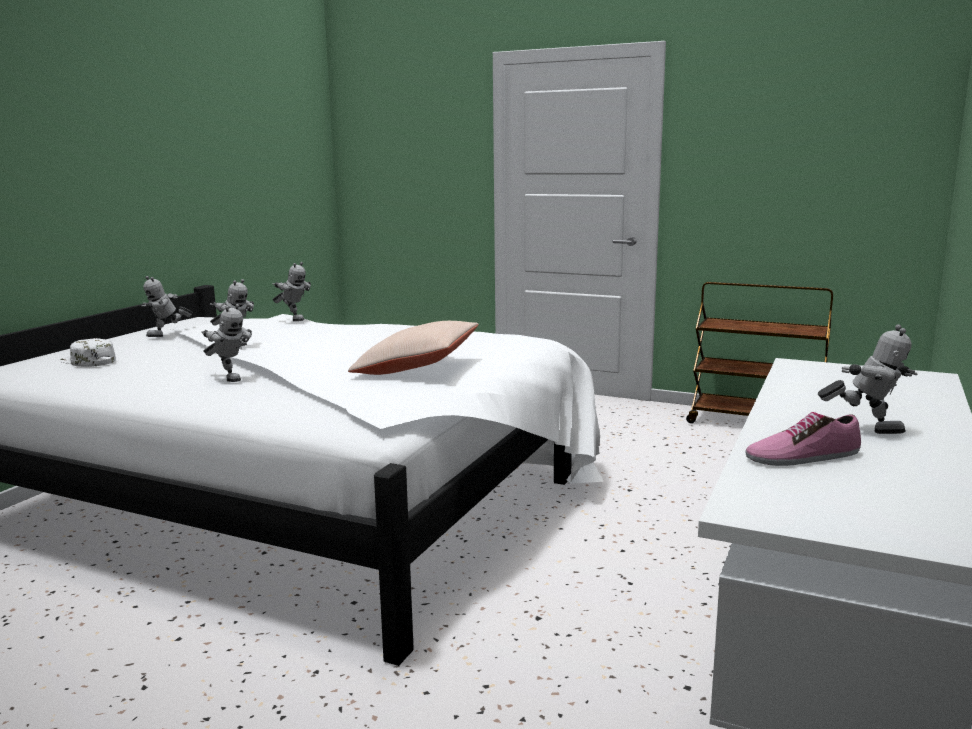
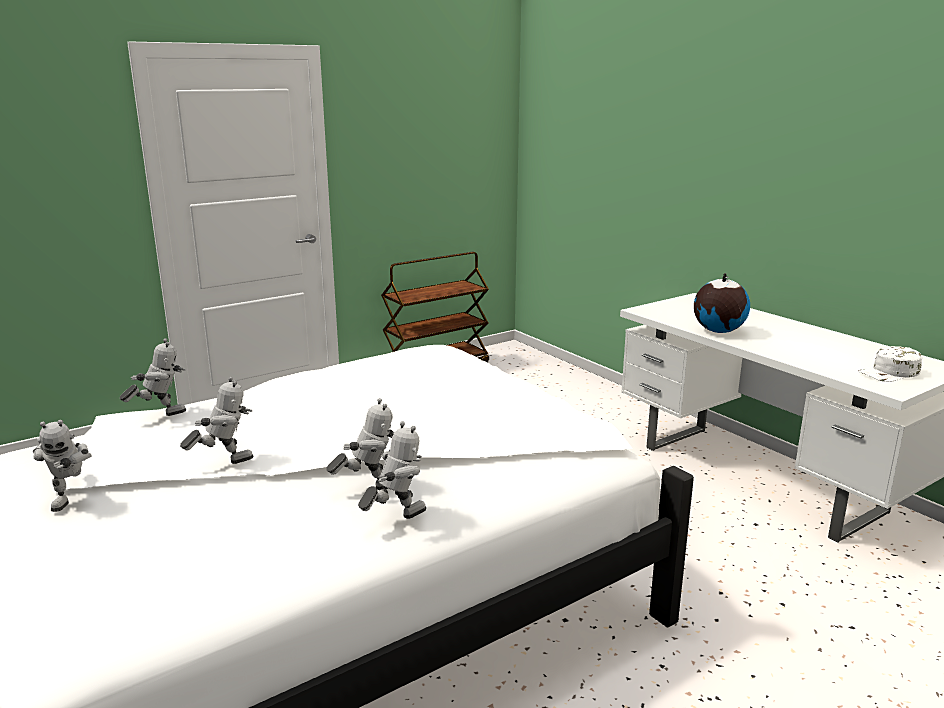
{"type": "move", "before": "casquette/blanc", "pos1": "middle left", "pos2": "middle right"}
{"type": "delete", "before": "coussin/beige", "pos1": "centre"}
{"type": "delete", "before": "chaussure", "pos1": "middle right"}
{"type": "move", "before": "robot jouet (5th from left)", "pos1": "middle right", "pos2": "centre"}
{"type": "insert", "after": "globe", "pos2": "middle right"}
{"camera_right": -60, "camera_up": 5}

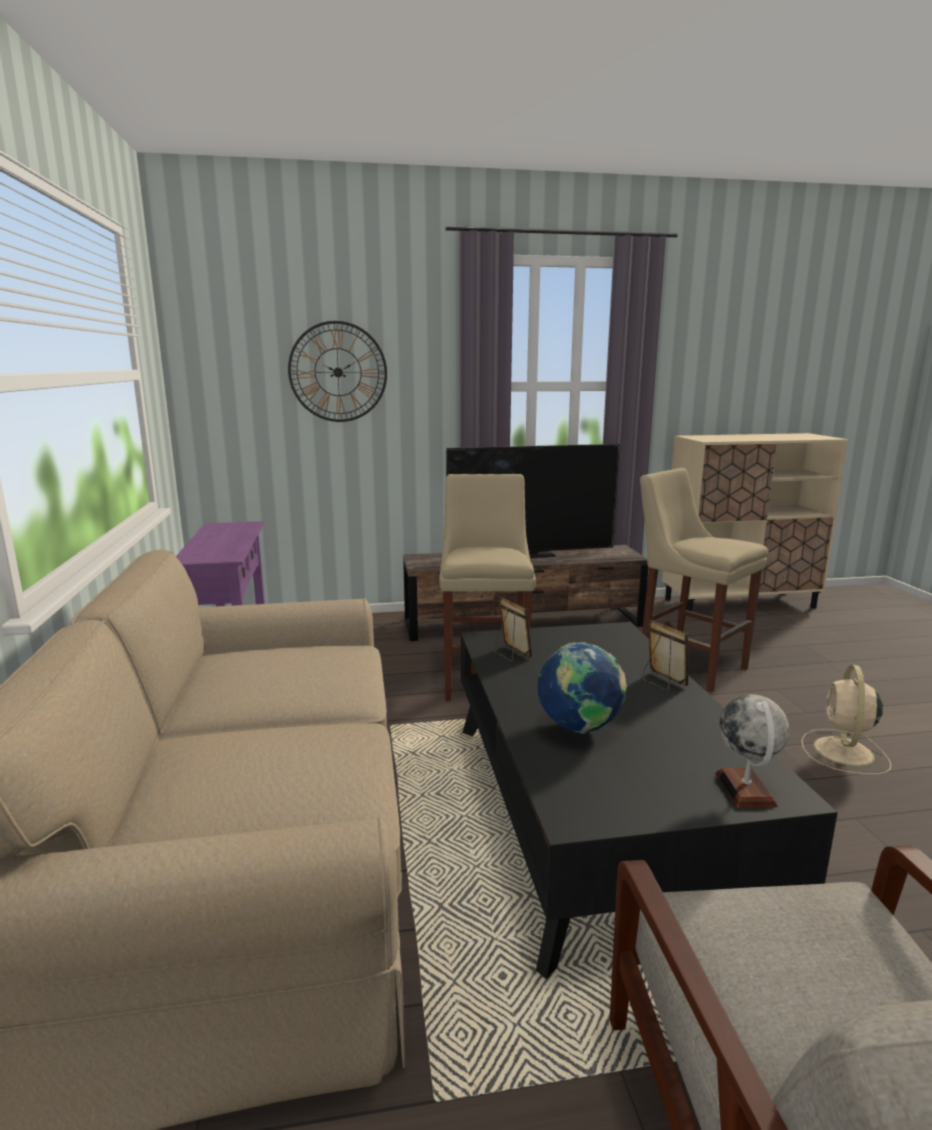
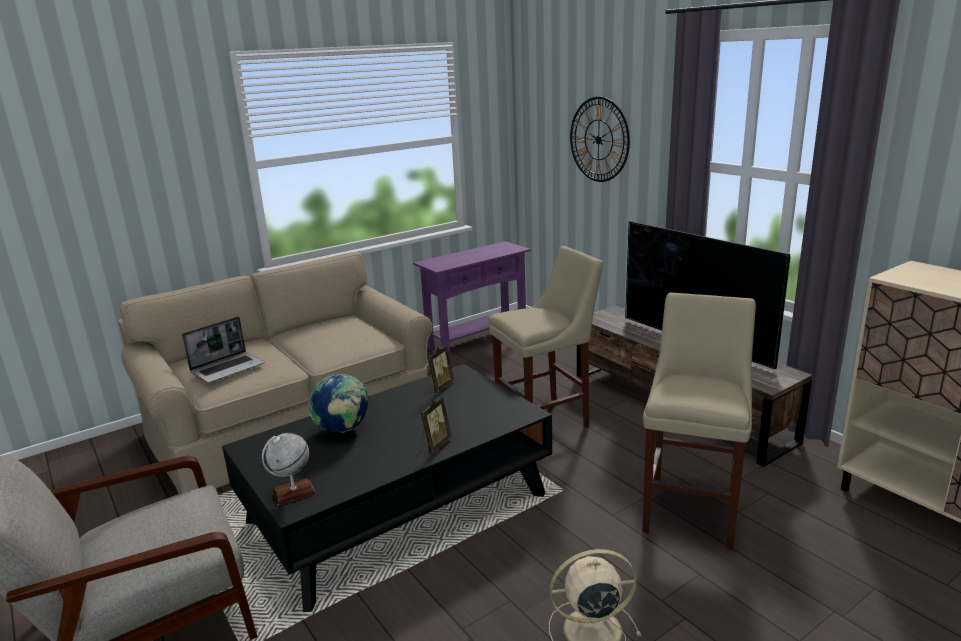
{"type": "insert", "after": "ordinateur portable", "pos2": "middle left"}
{"camera_right": 65, "camera_up": 5}

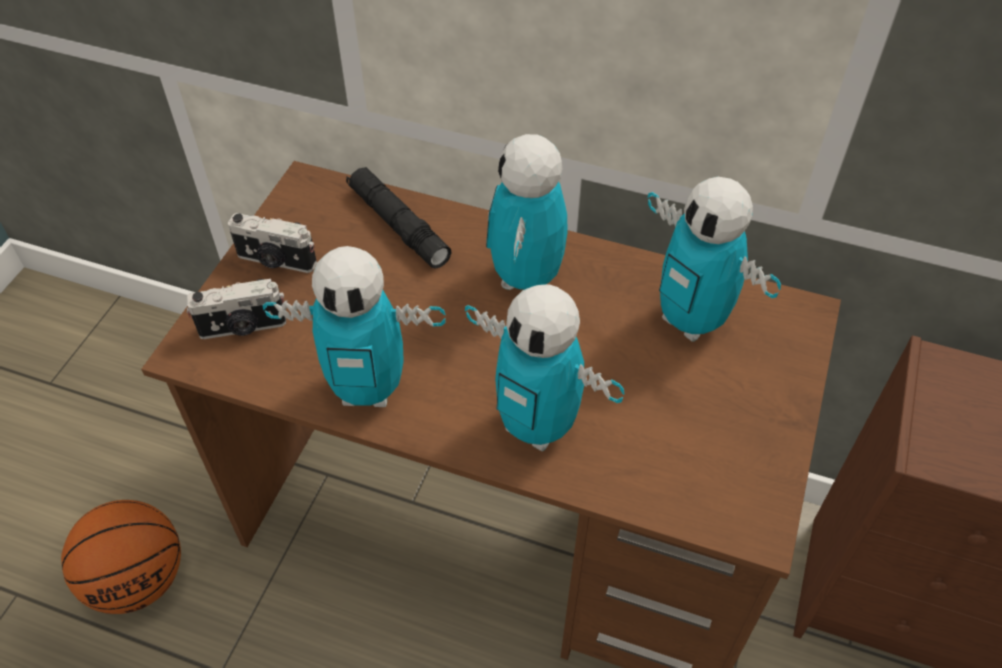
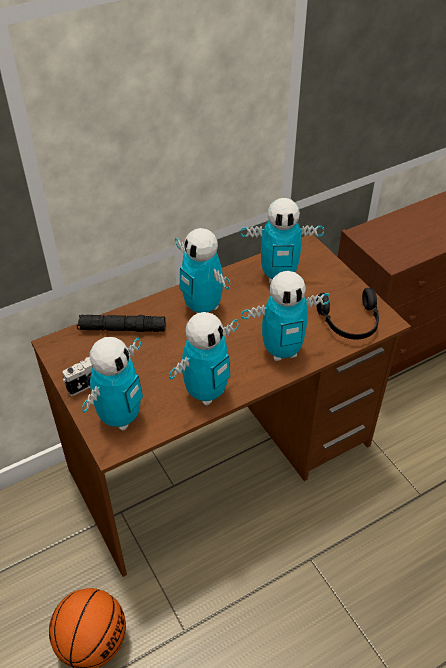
{"type": "replace", "before": "appareil photo (1st from left)", "after": "robot jouet (1st from left)", "pos1": "middle left", "pos2": "middle left"}
{"type": "insert", "after": "casque audio/noir", "pos2": "middle right"}
{"camera_right": -50, "camera_up": -5}

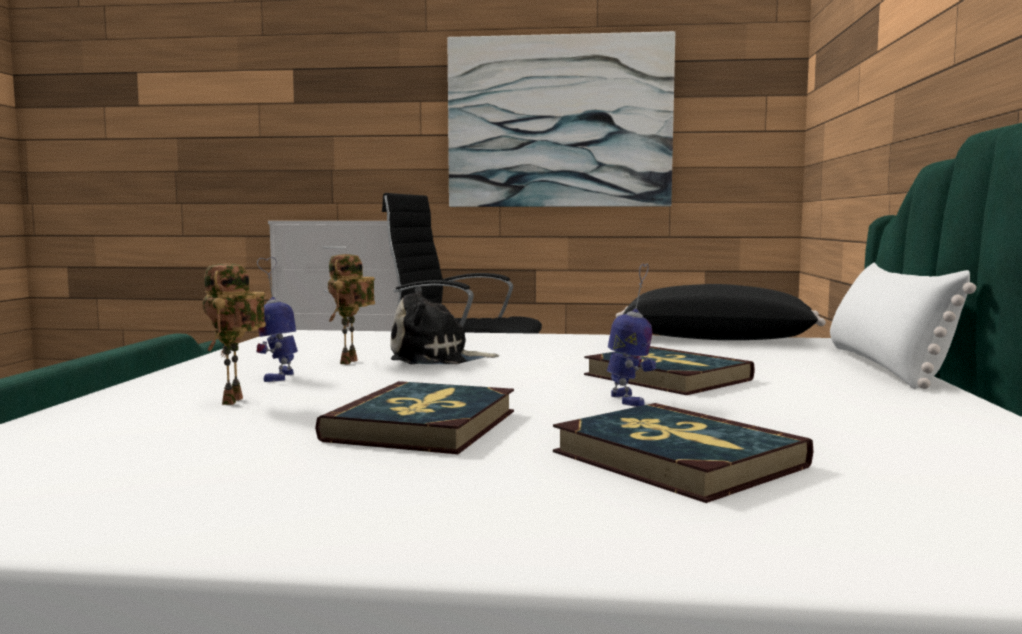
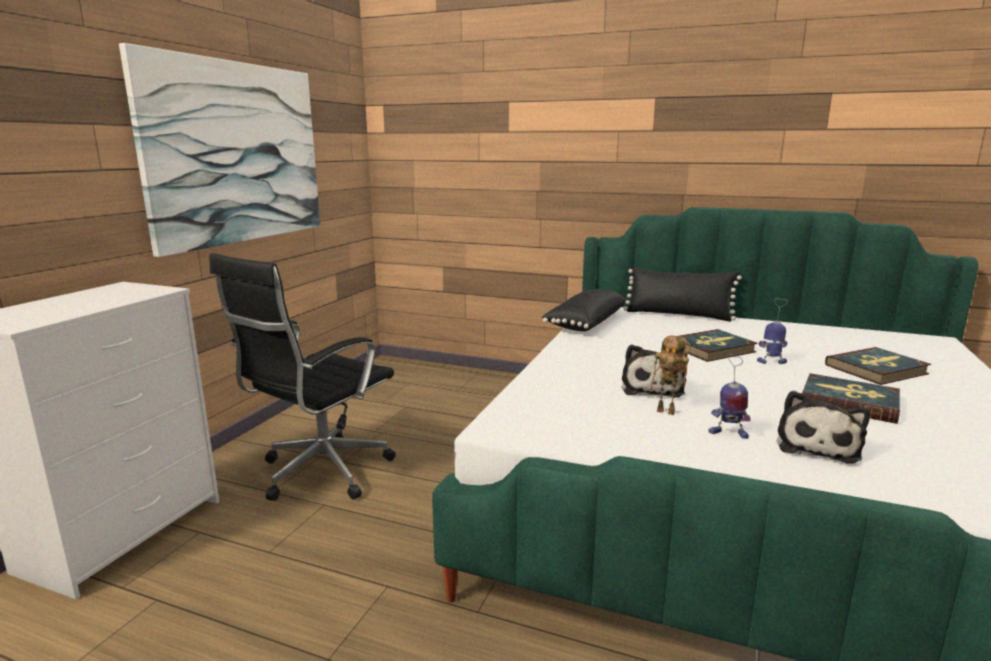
{"type": "replace", "before": "robot jouet (1st from left)", "after": "peluche (2nd from left)", "pos1": "middle left", "pos2": "middle right"}
{"type": "recolor", "before": "coussin/blanc", "after": "coussin/noir (2nd from left)", "pos1": "middle right", "pos2": "middle right"}
{"camera_right": -75, "camera_up": 10}

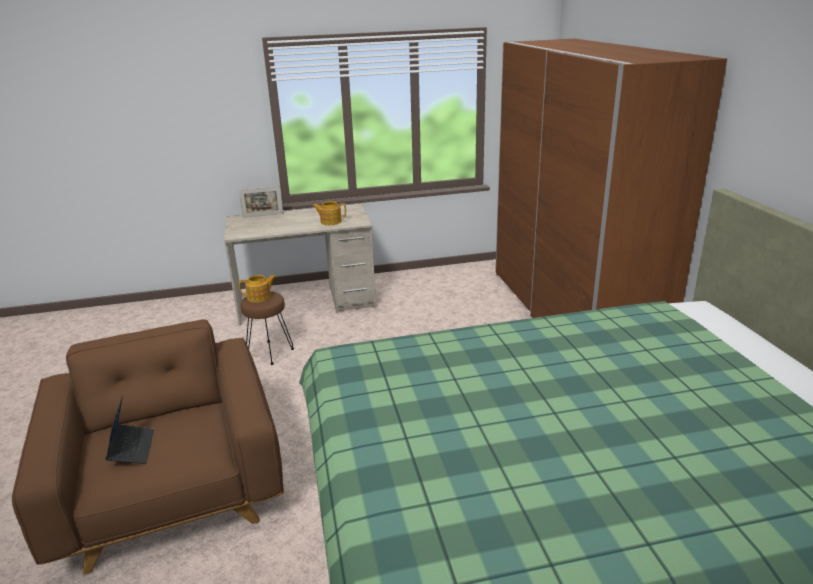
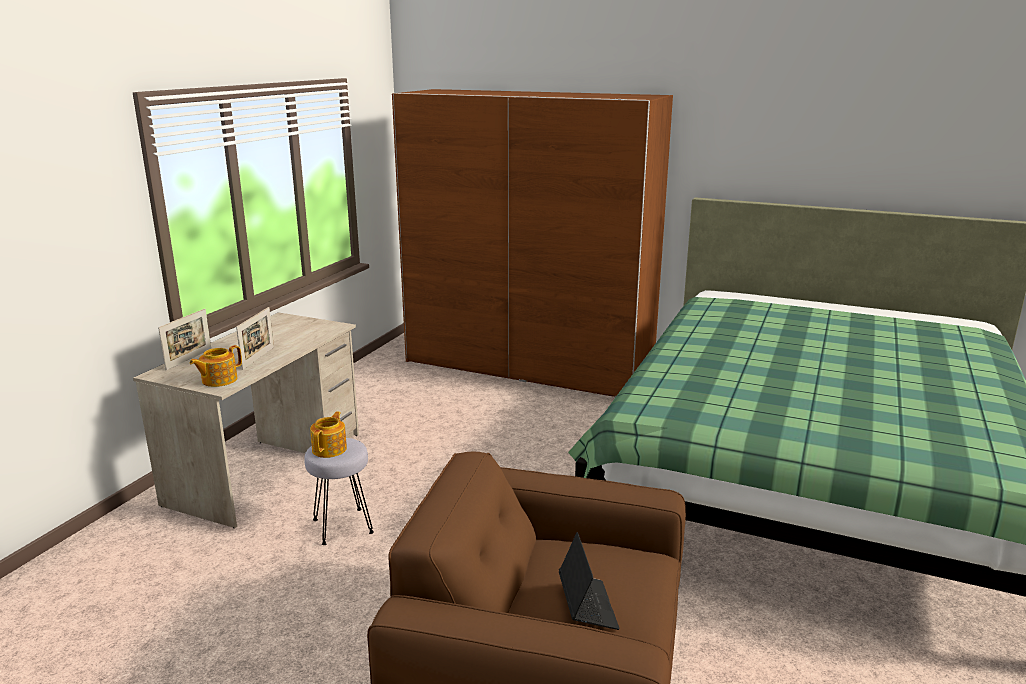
{"type": "rotate", "before": "ordinateur portable", "pos1": "bottom left", "pos2": "bottom centre", "turn": 60}
{"type": "recolor", "before": "tabouret/marron", "after": "tabouret/gris", "pos1": "middle left", "pos2": "bottom left"}
{"type": "move", "before": "théière (2nd from left in the first image)", "after": "théière (1st from left)", "pos1": "centre", "pos2": "middle left"}
{"type": "insert", "after": "cadre photo (2nd from left)", "pos2": "middle left"}
{"camera_right": -55, "camera_up": -5}

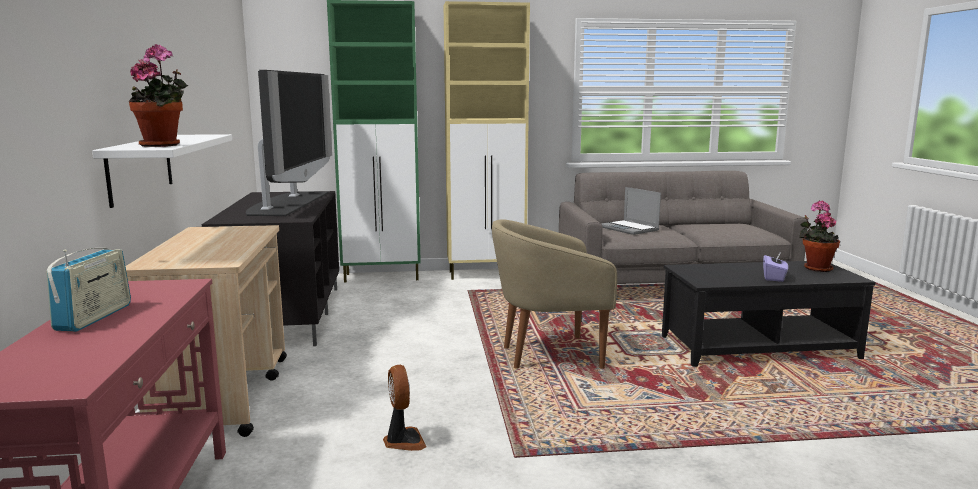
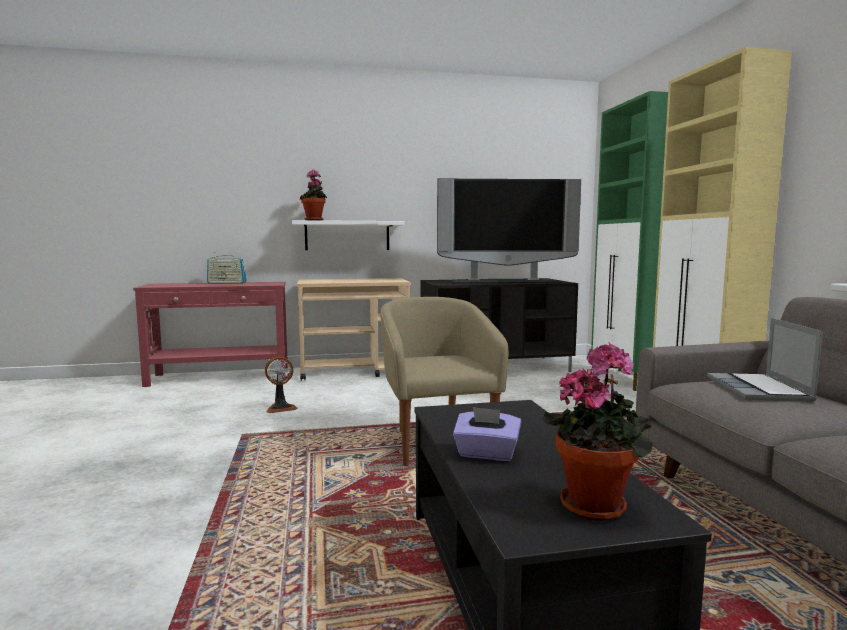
{"type": "rotate", "before": "ordinateur portable", "pos1": "centre", "pos2": "middle right", "turn": -45}
{"camera_right": 85, "camera_up": -5}

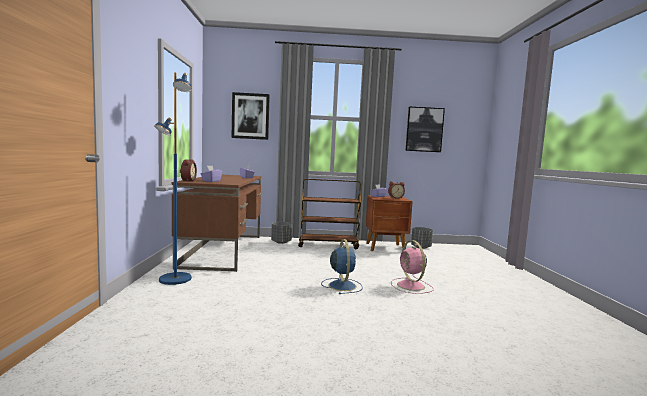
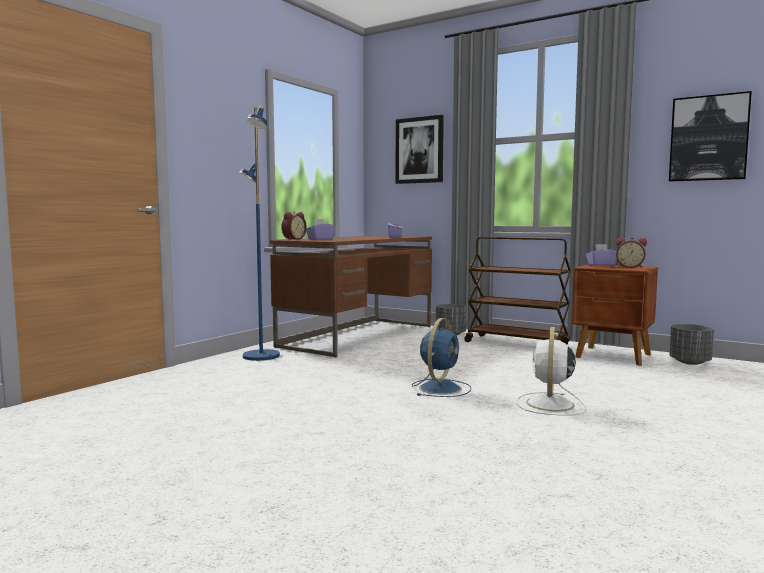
{"type": "recolor", "before": "ventilateur/rose", "after": "ventilateur/blanc", "pos1": "bottom centre", "pos2": "middle right"}
{"camera_right": 35, "camera_up": 0}

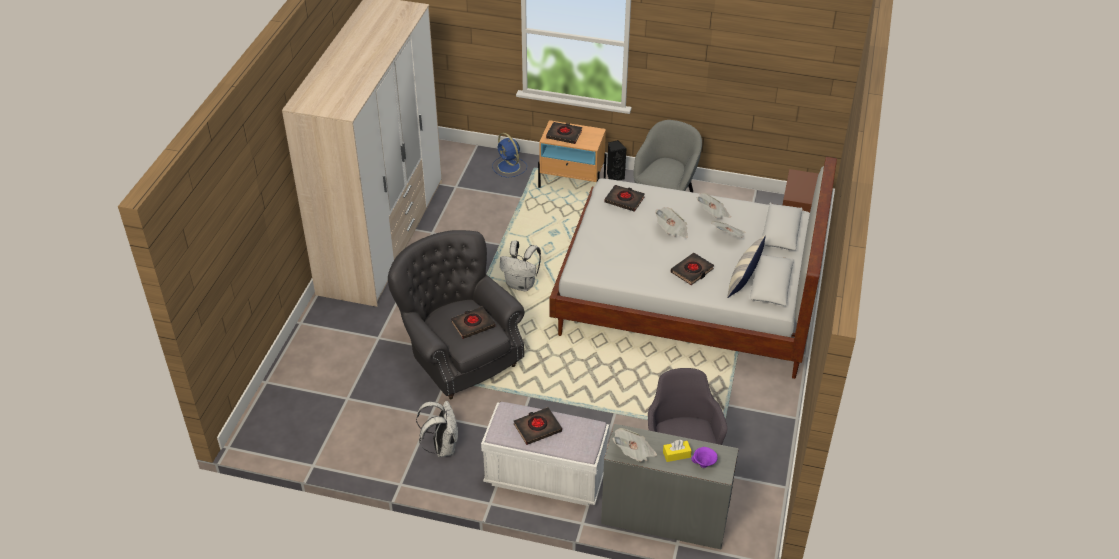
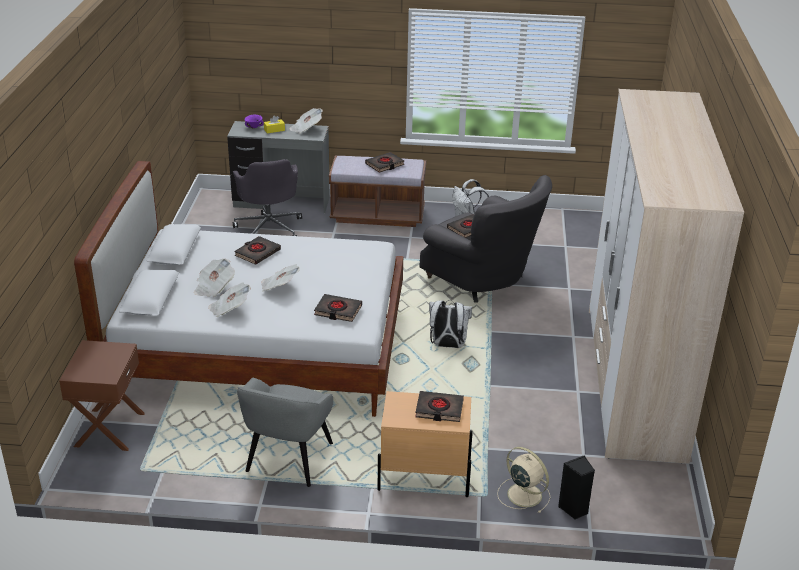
{"type": "recolor", "before": "banc/blanc", "after": "banc/marron", "pos1": "bottom centre", "pos2": "centre"}
{"type": "recolor", "before": "ventilateur/bleu", "after": "ventilateur/beige", "pos1": "top centre", "pos2": "bottom centre"}
{"type": "move", "before": "enceinte/noir", "pos1": "top centre", "pos2": "bottom right"}
{"type": "delete", "before": "coussin", "pos1": "middle right"}
{"camera_right": 170, "camera_up": -10}

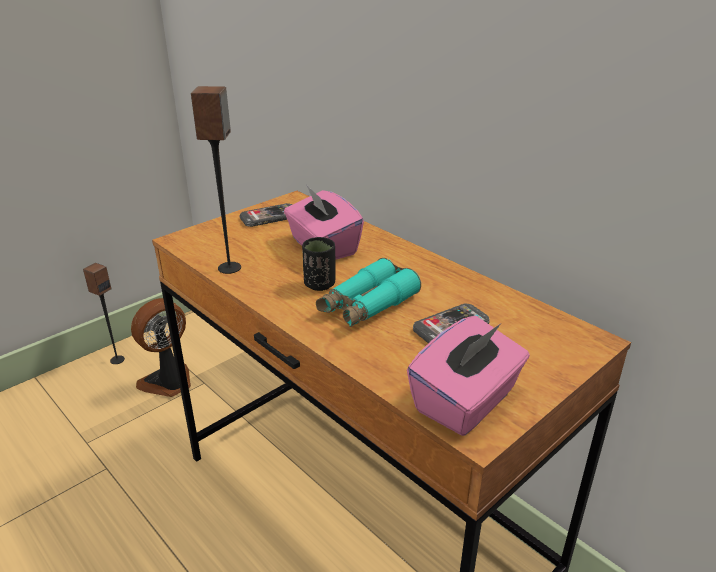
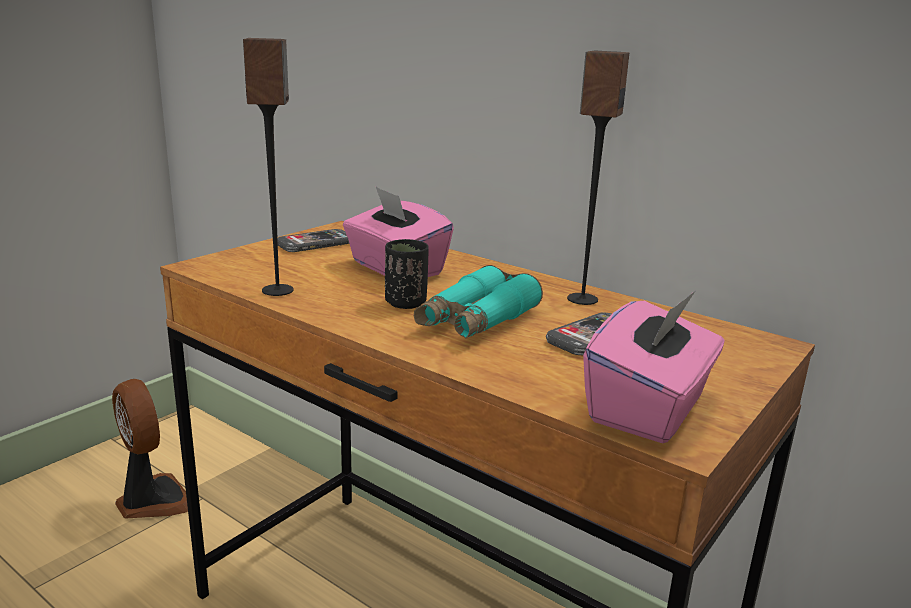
{"type": "move", "before": "enceinte (1st from left in the first image)", "after": "enceinte (2nd from left)", "pos1": "middle left", "pos2": "top centre"}
{"type": "rotate", "before": "ventilateur", "pos1": "middle left", "pos2": "bottom left", "turn": 105}
{"camera_right": -10, "camera_up": -10}

